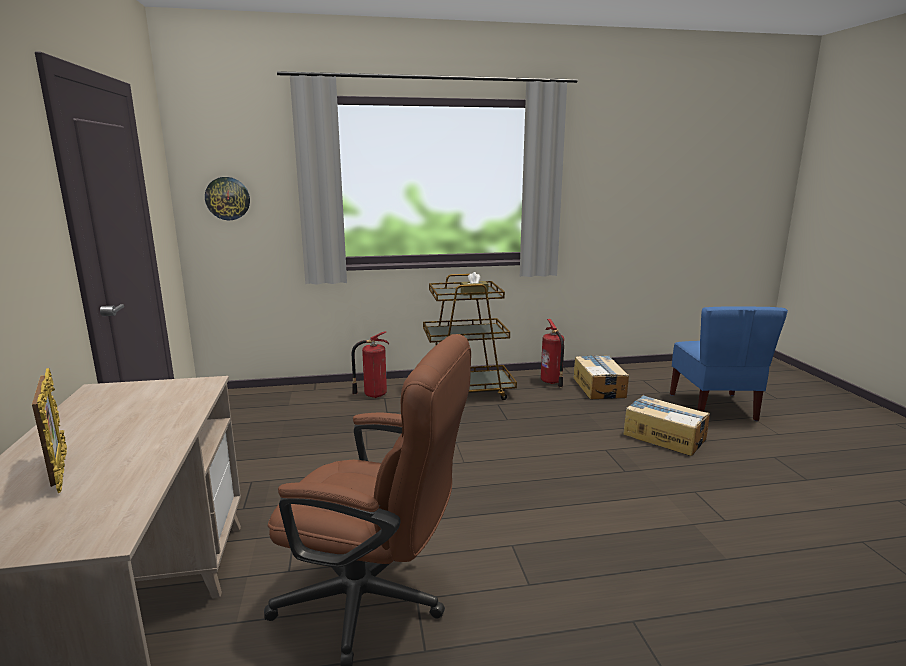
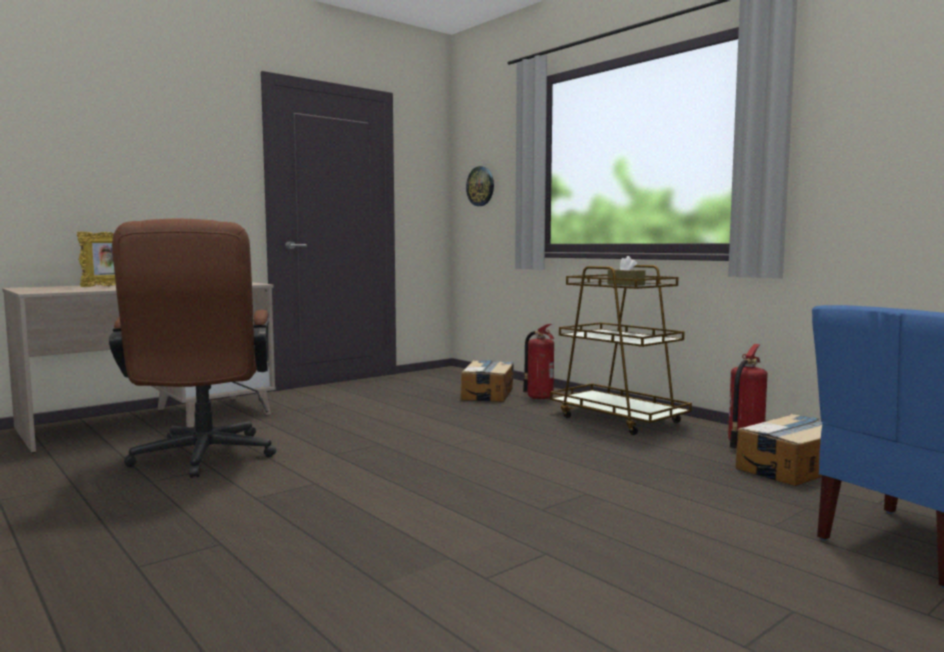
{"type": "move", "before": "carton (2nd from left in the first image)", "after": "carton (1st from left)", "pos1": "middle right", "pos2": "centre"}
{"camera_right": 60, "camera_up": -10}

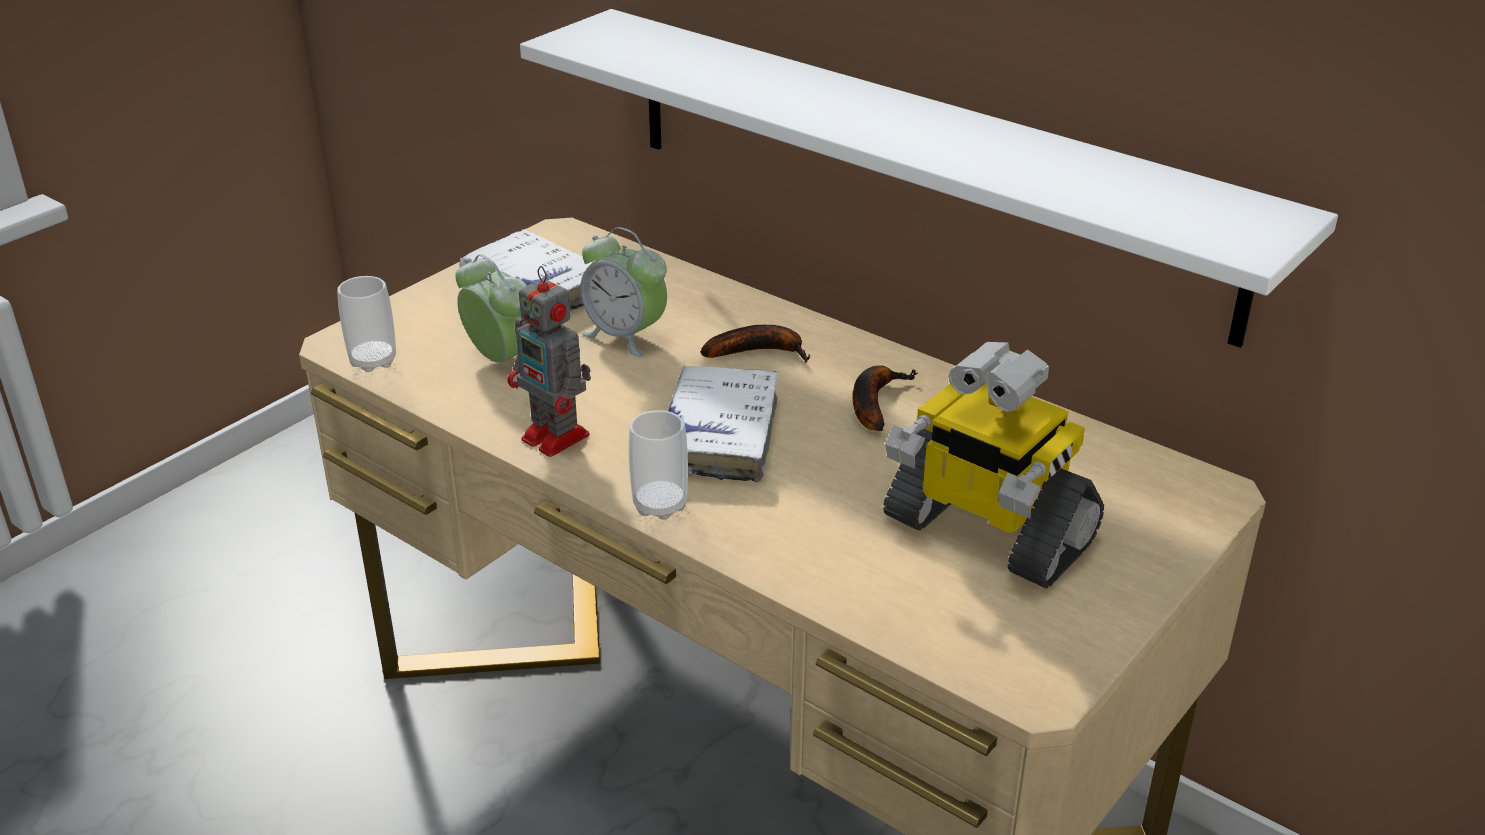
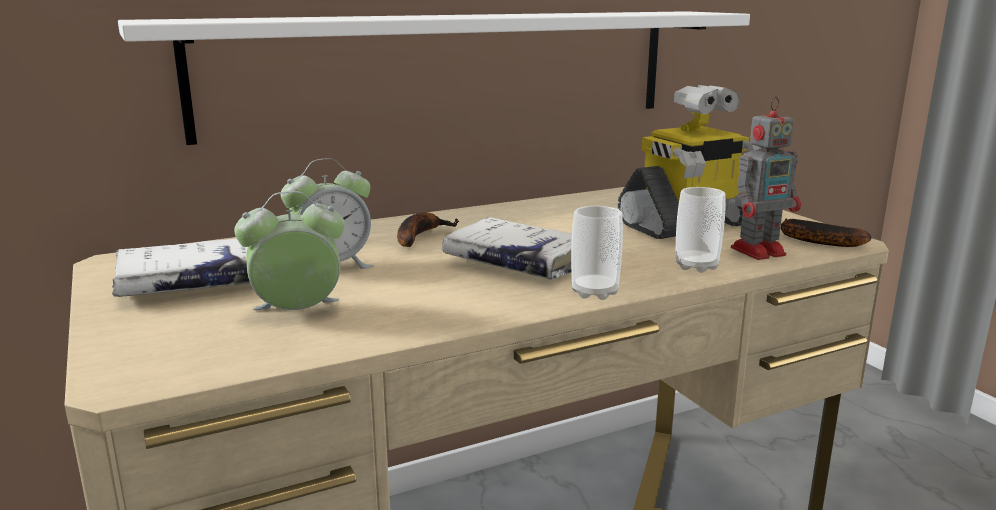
{"type": "move", "before": "tasse (1st from left in the first image)", "after": "tasse (2nd from left)", "pos1": "middle left", "pos2": "middle right"}
{"type": "move", "before": "robot jouet (1st from left in the first image)", "after": "robot jouet (2nd from left)", "pos1": "centre", "pos2": "middle right"}
{"type": "move", "before": "banane (2nd from left)", "pos1": "centre", "pos2": "middle right"}
{"camera_right": -65, "camera_up": -15}

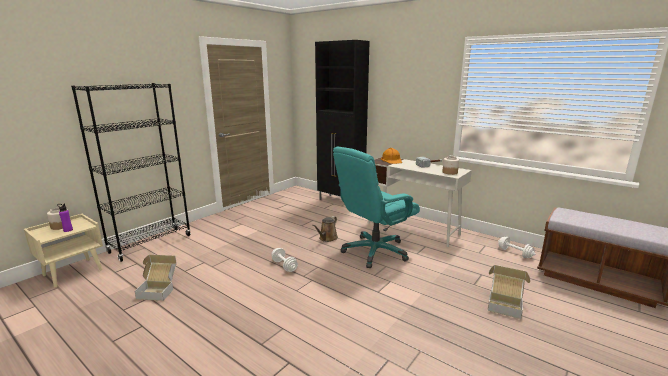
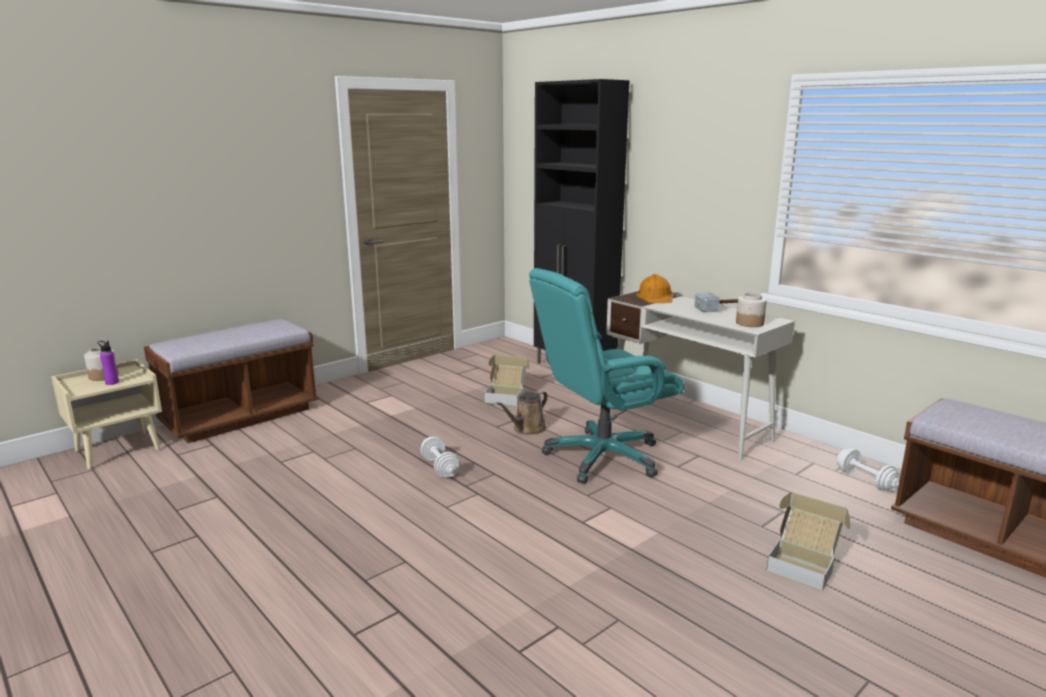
{"type": "replace", "before": "bibliothèque/noir", "after": "banc/marron (1st from left)", "pos1": "middle left", "pos2": "middle left"}
{"type": "move", "before": "carton (1st from left)", "pos1": "bottom left", "pos2": "centre"}
{"camera_right": 10, "camera_up": 0}

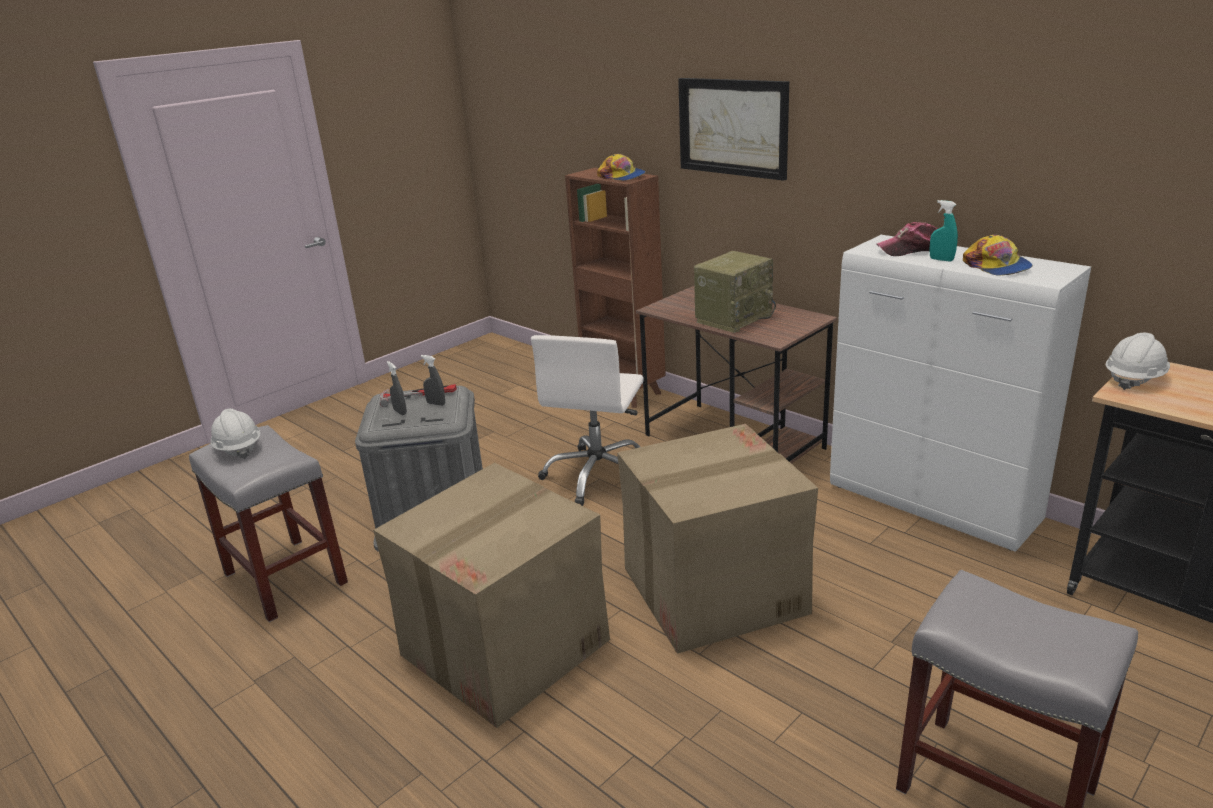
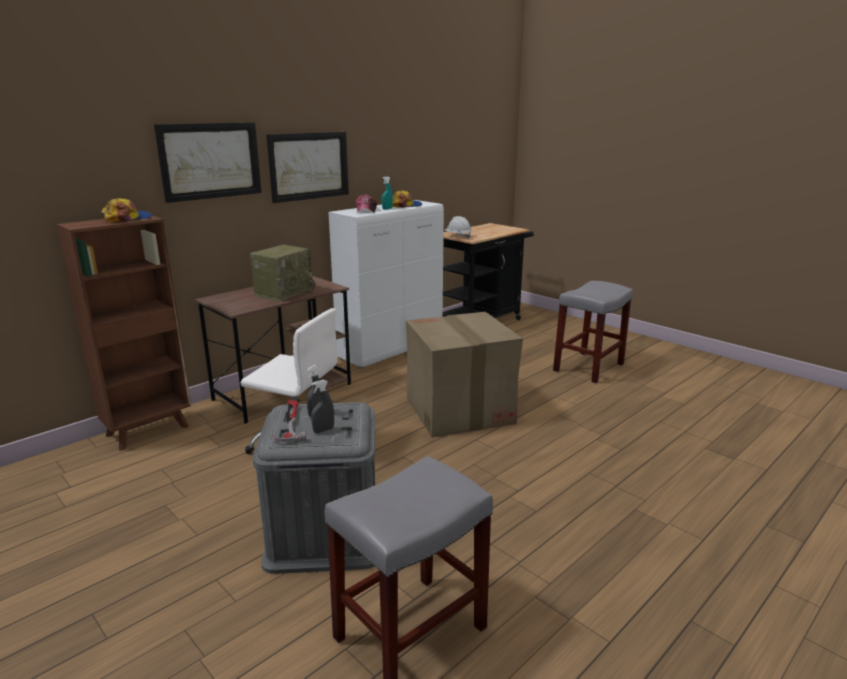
{"type": "delete", "before": "casque de chantier/blanc (1st from left)", "pos1": "middle left"}
{"type": "delete", "before": "carton (1st from left)", "pos1": "bottom centre"}
{"type": "rotate", "before": "radio", "pos1": "centre", "pos2": "middle left", "turn": 75}
{"type": "insert", "after": "tableau (2nd from left)", "pos2": "top centre"}
{"camera_right": -90, "camera_up": -5}

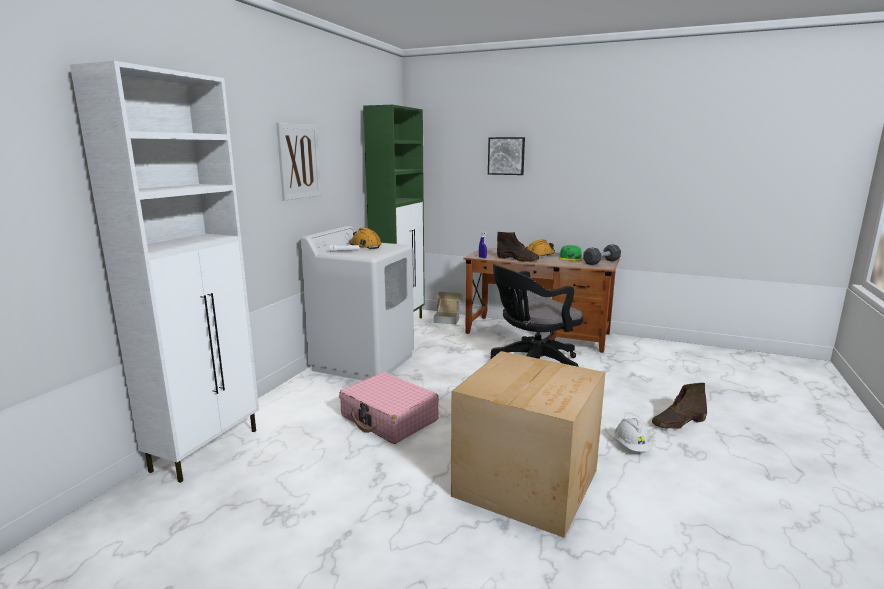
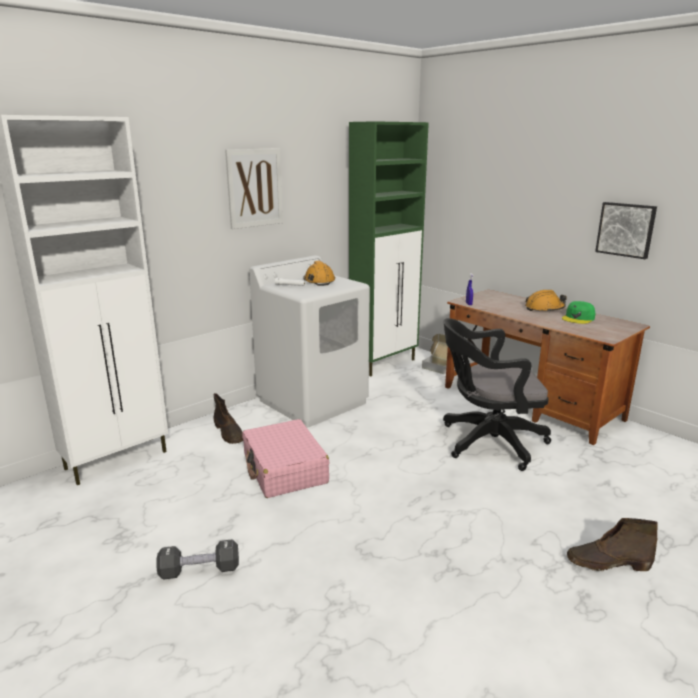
{"type": "delete", "before": "carton (2nd from left)", "pos1": "bottom centre"}
{"type": "move", "before": "tableau (2nd from left)", "pos1": "top centre", "pos2": "top right"}
{"type": "move", "before": "botte/marron (1st from left)", "pos1": "centre", "pos2": "middle left"}
{"type": "move", "before": "haltère/noir", "pos1": "middle right", "pos2": "bottom left"}
{"type": "delete", "before": "casque de chantier/blanc", "pos1": "bottom right"}
{"camera_right": 25, "camera_up": 5}

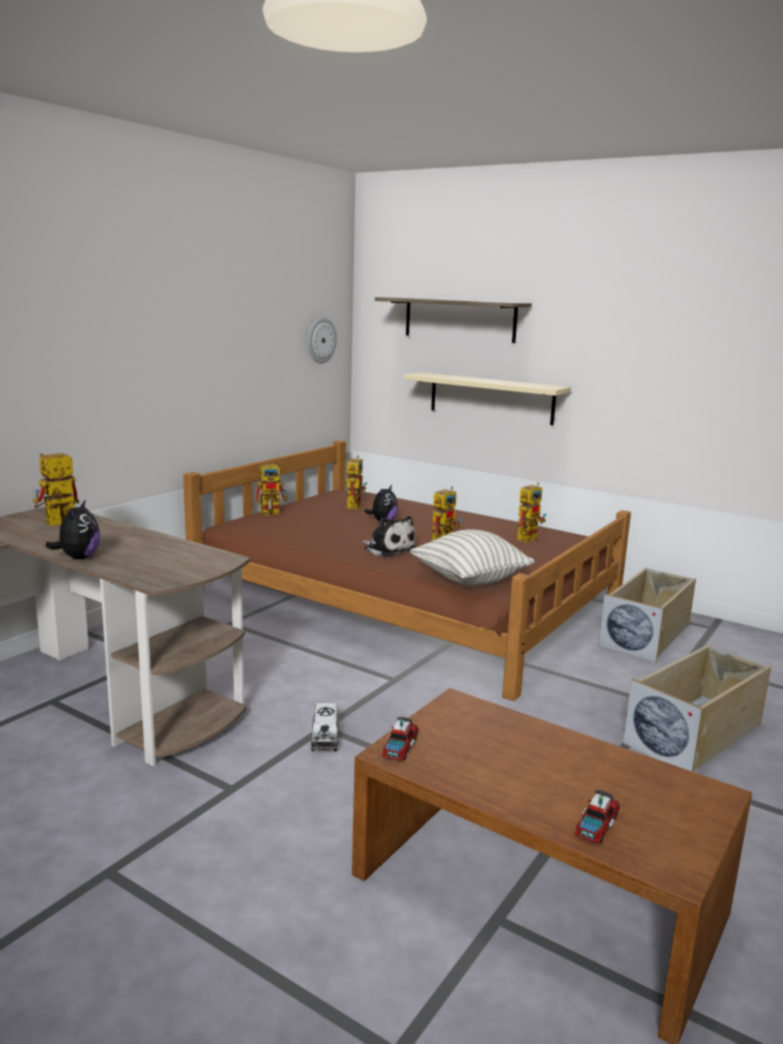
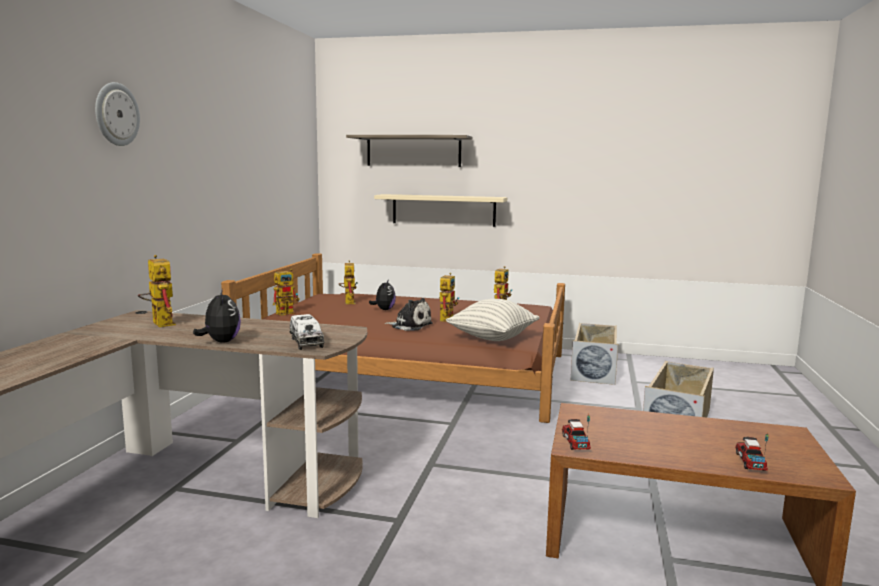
{"type": "rotate", "before": "robot jouet (1st from left)", "pos1": "middle left", "pos2": "middle left", "turn": 120}
{"type": "move", "before": "horloge murale", "pos1": "top centre", "pos2": "top left"}
{"type": "move", "before": "camion jouet (1st from left)", "pos1": "bottom centre", "pos2": "centre"}
{"camera_right": -20, "camera_up": -5}

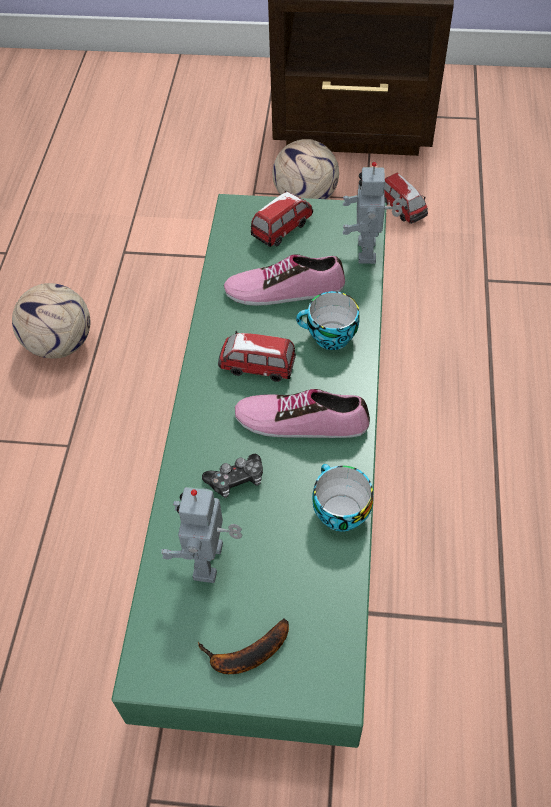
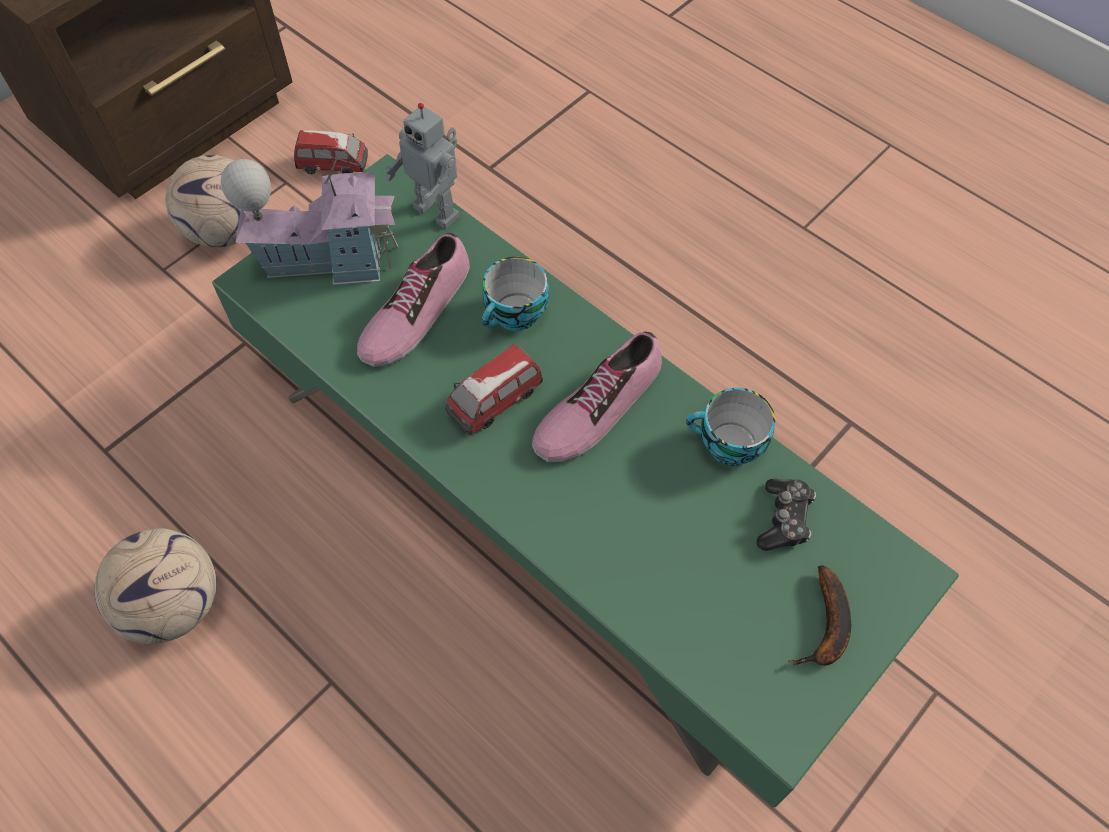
{"type": "delete", "before": "robot jouet (1st from left)", "pos1": "centre"}
{"type": "move", "before": "manette", "pos1": "centre", "pos2": "middle right"}
{"type": "replace", "before": "petite voiture (2nd from left)", "after": "maison miniature", "pos1": "top centre", "pos2": "top left"}
{"camera_right": -55, "camera_up": 5}

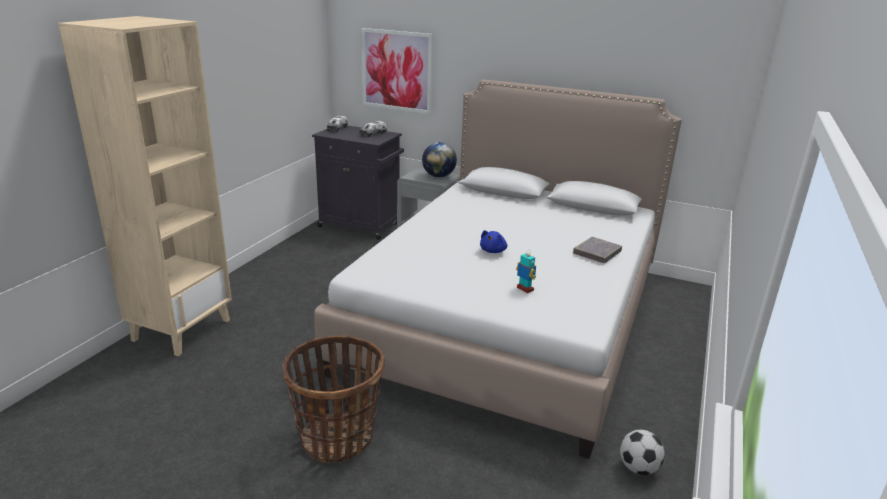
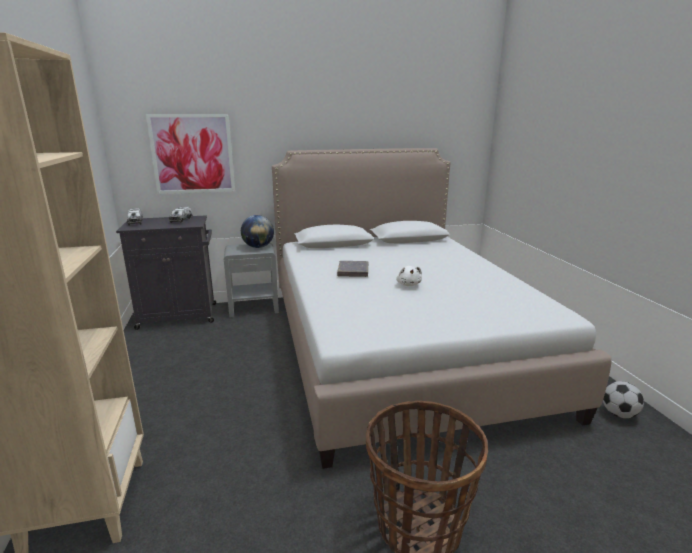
{"type": "recolor", "before": "peluche/bleu", "after": "peluche/blanc", "pos1": "centre", "pos2": "centre"}
{"type": "delete", "before": "robot jouet", "pos1": "centre"}
{"type": "move", "before": "livre/gris", "pos1": "middle right", "pos2": "centre"}
{"camera_right": -35, "camera_up": -5}

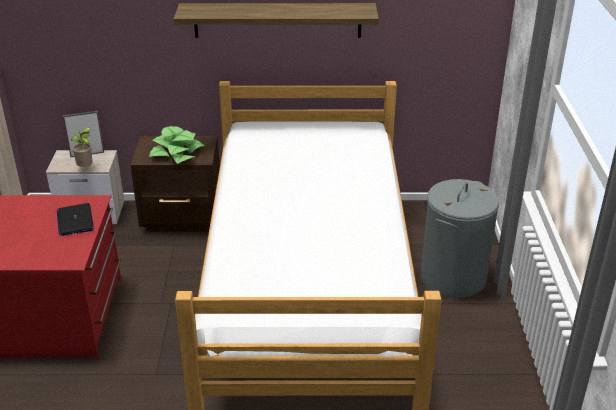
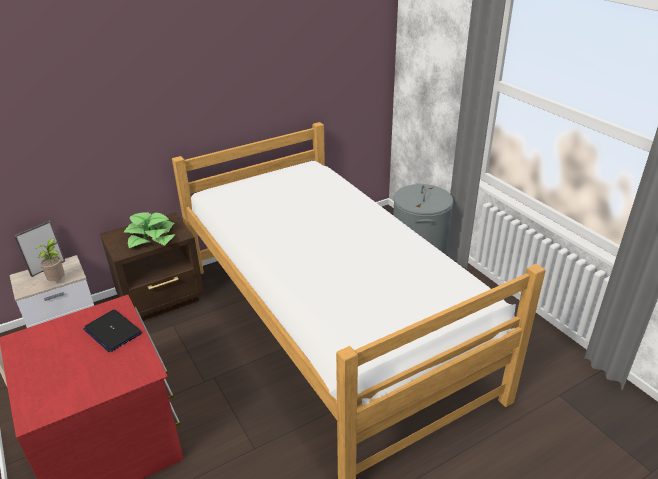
{"type": "delete", "before": "étagère", "pos1": "top centre"}
{"camera_right": -30, "camera_up": 0}

